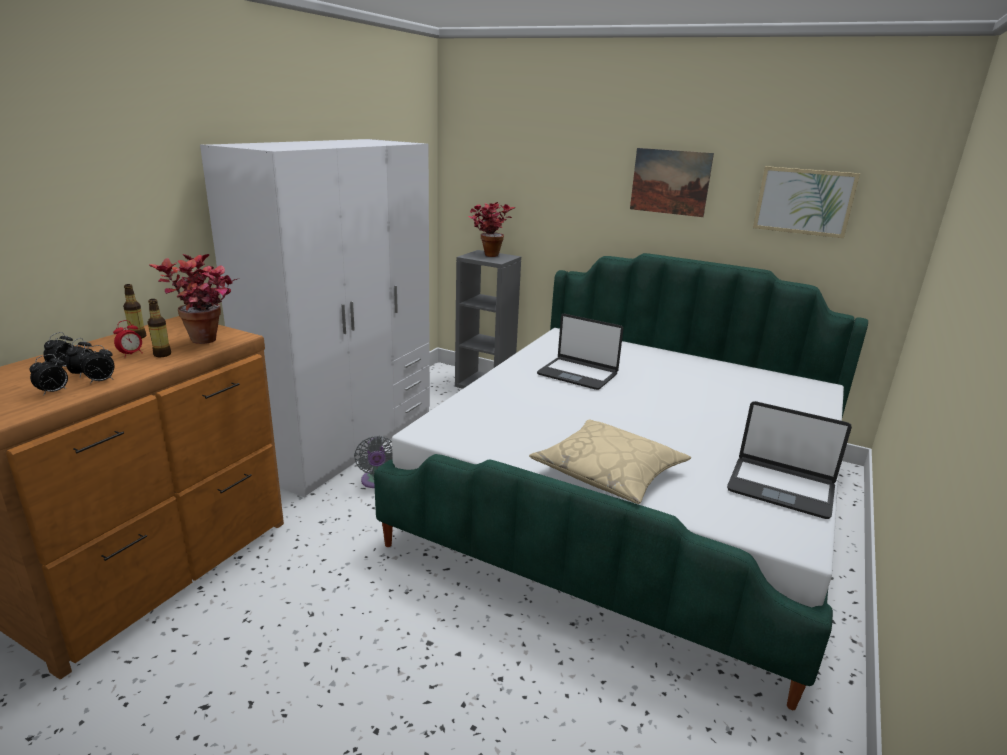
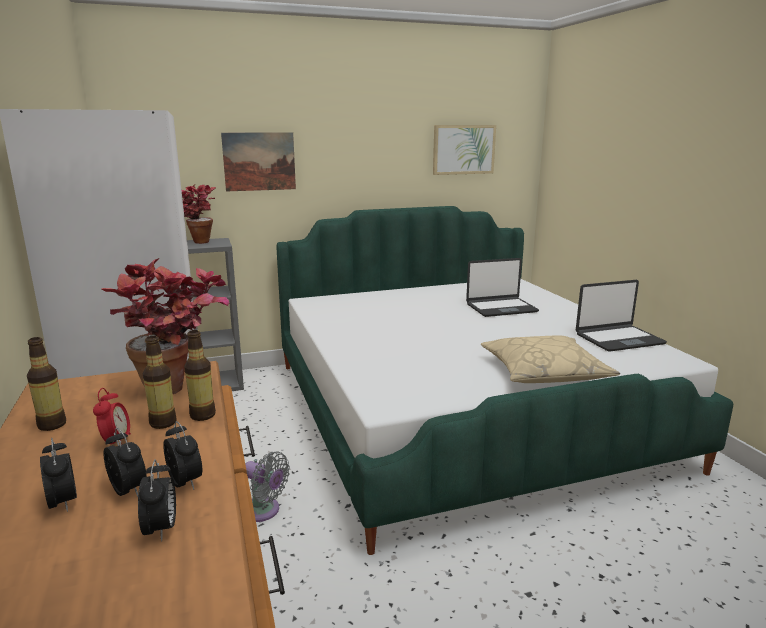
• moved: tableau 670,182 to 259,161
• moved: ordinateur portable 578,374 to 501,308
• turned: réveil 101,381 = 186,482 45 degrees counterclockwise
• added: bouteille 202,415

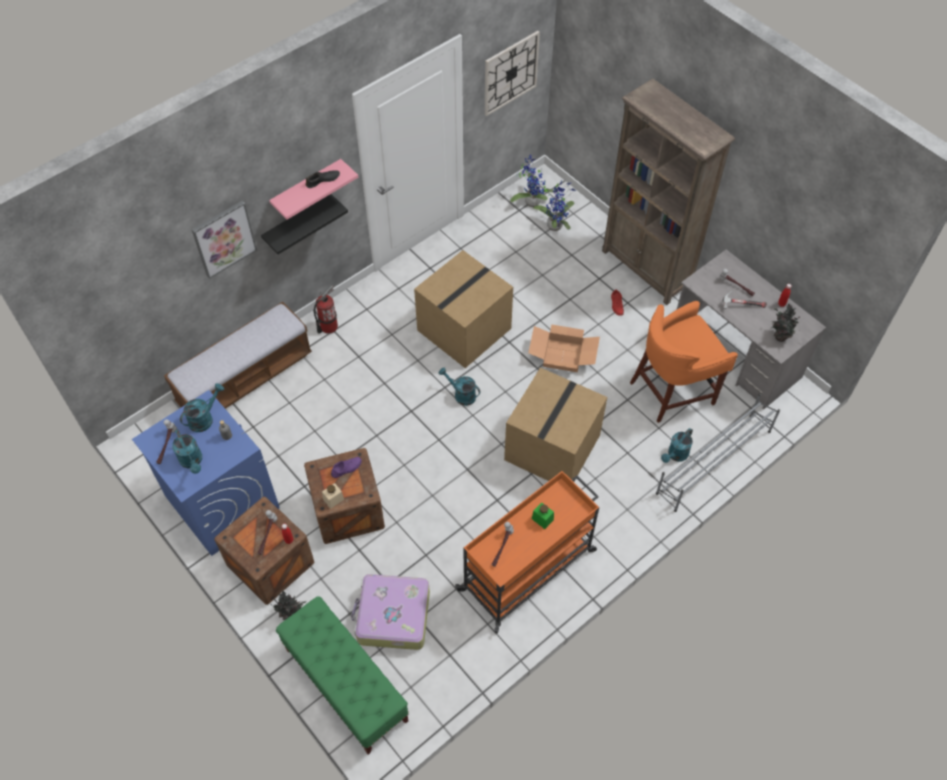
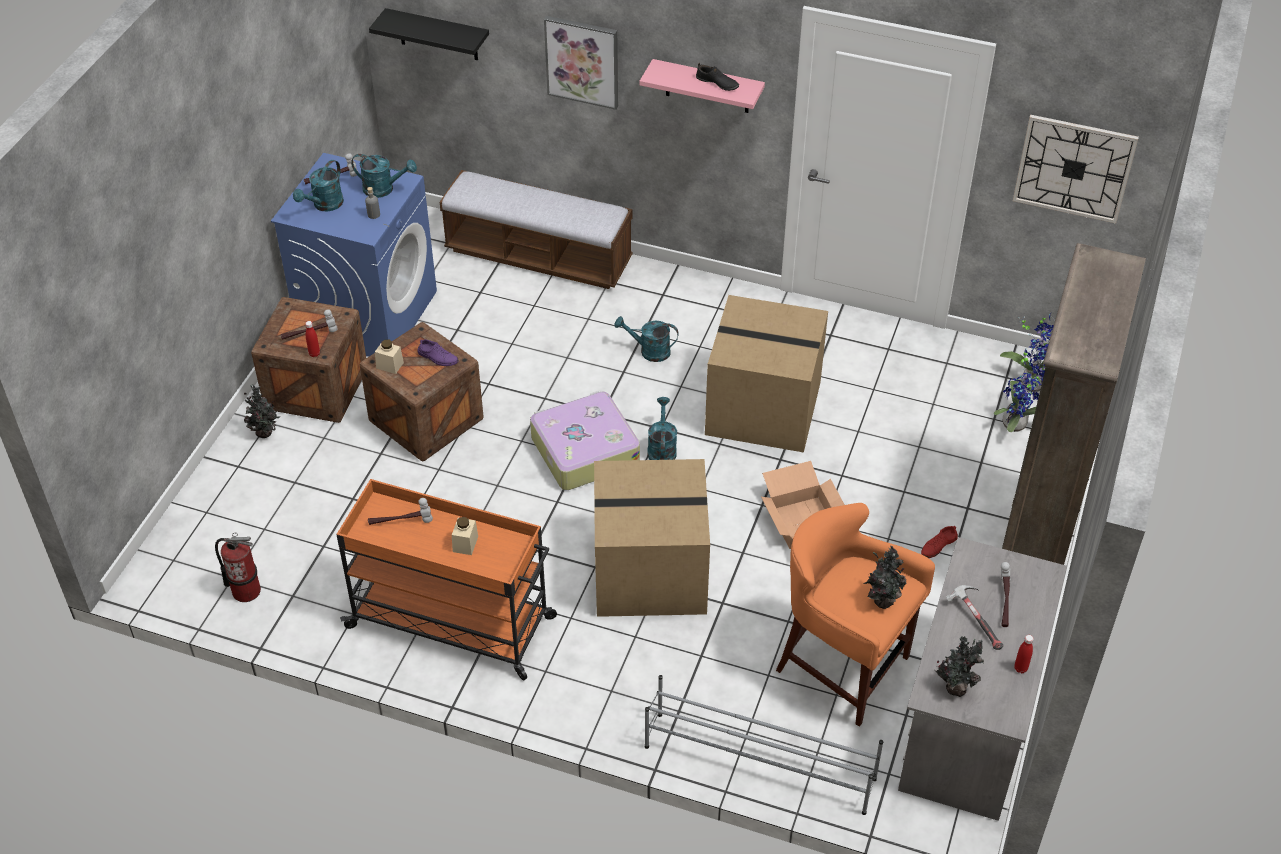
• moved: étagère (noir) 298,223 to 438,35
• moved: extincteur 328,326 to 246,590
• moved: arrosoir (turquoise) 676,455 to 649,351
• recoloured: bocal (vert) 542,519 to bocal (beige) 465,544
• moved: valise 392,617 to 583,450
• removed: banc (vert) 346,685
• added: plante en pot 881,600

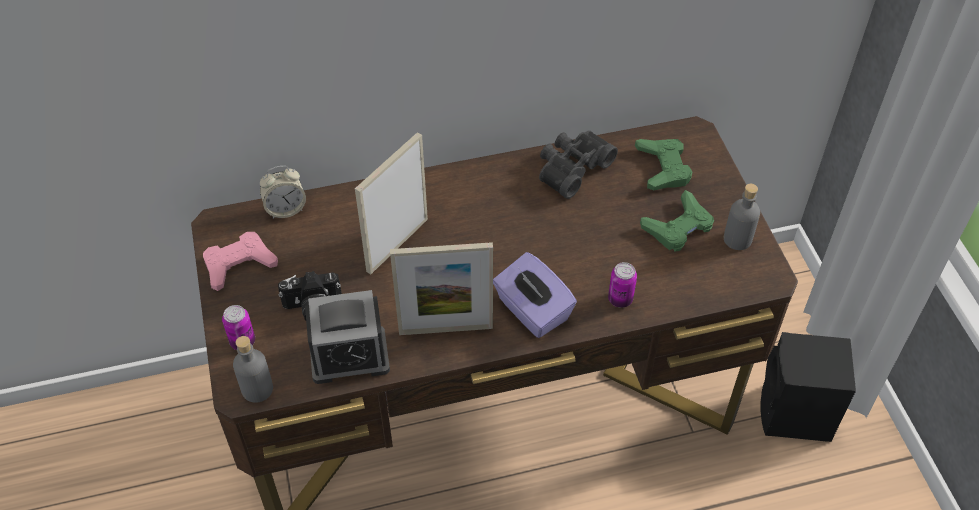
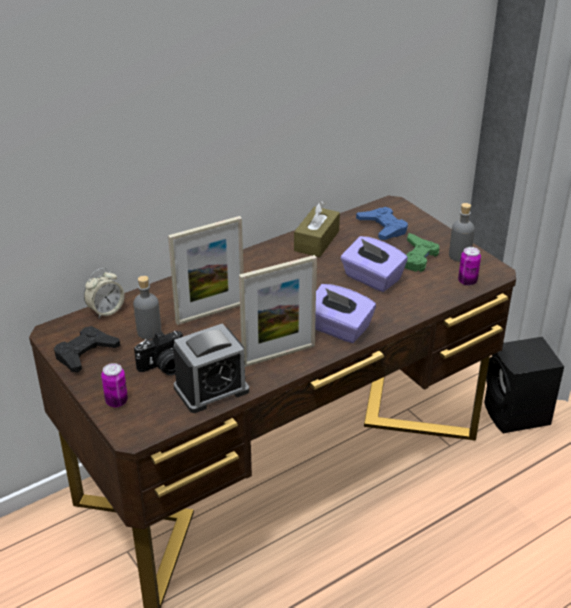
• replaced: jumelles (noir) 571,168 to boîte à mouchoirs (marron) 316,241
• turned: cadre photo 397,245 = 210,313 135 degrees counterclockwise
• recoloured: manette (vert) 663,168 to manette (bleu) 383,227
• recoloured: manette (rose) 239,264 to manette (noir) 85,353
• moved: boîte métallique 620,299 to 467,281
• moved: bouteille (gris) 257,389 to 149,332
• added: boîte à mouchoirs (violet) 372,278

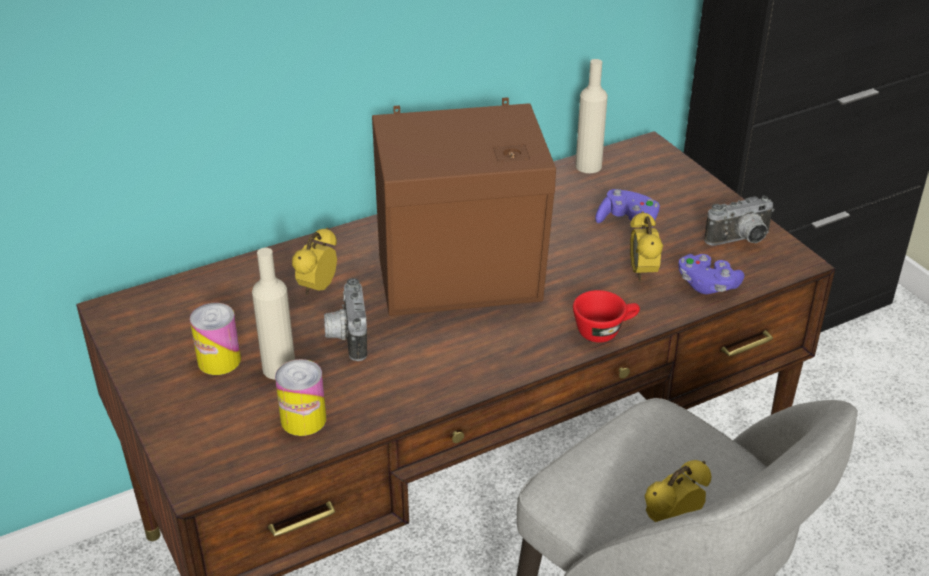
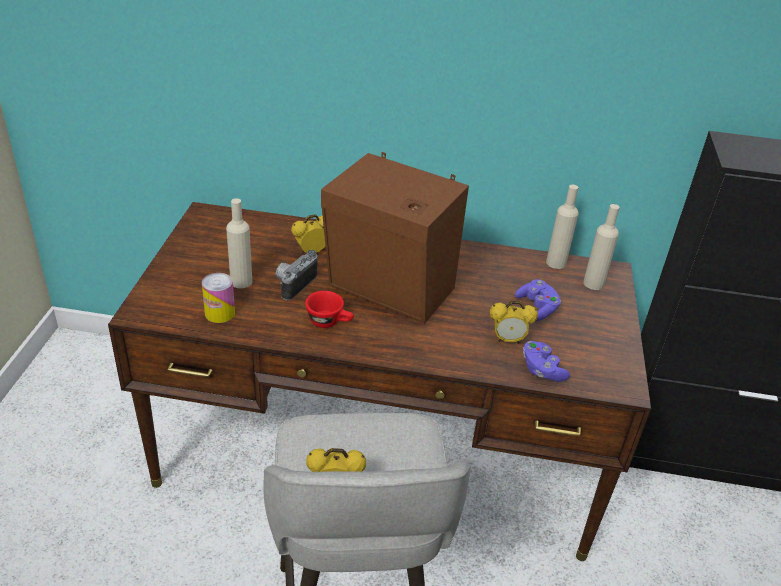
• removed: appareil photo 741,241
• turned: réveil 642,273 = 508,340 120 degrees counterclockwise
• moved: tasse (rouge) 604,330 to 329,322
• removed: boîte métallique 219,360
• added: bouteille (beige) 593,283

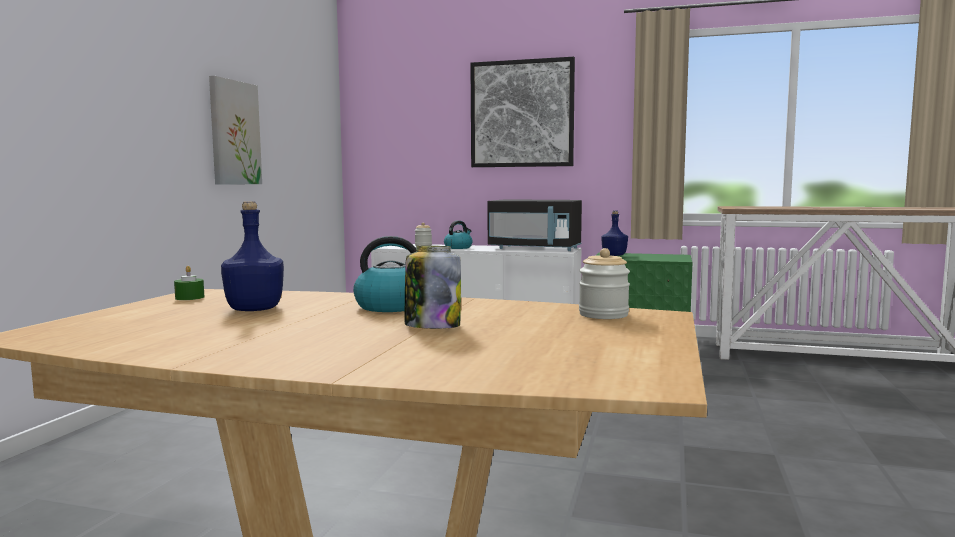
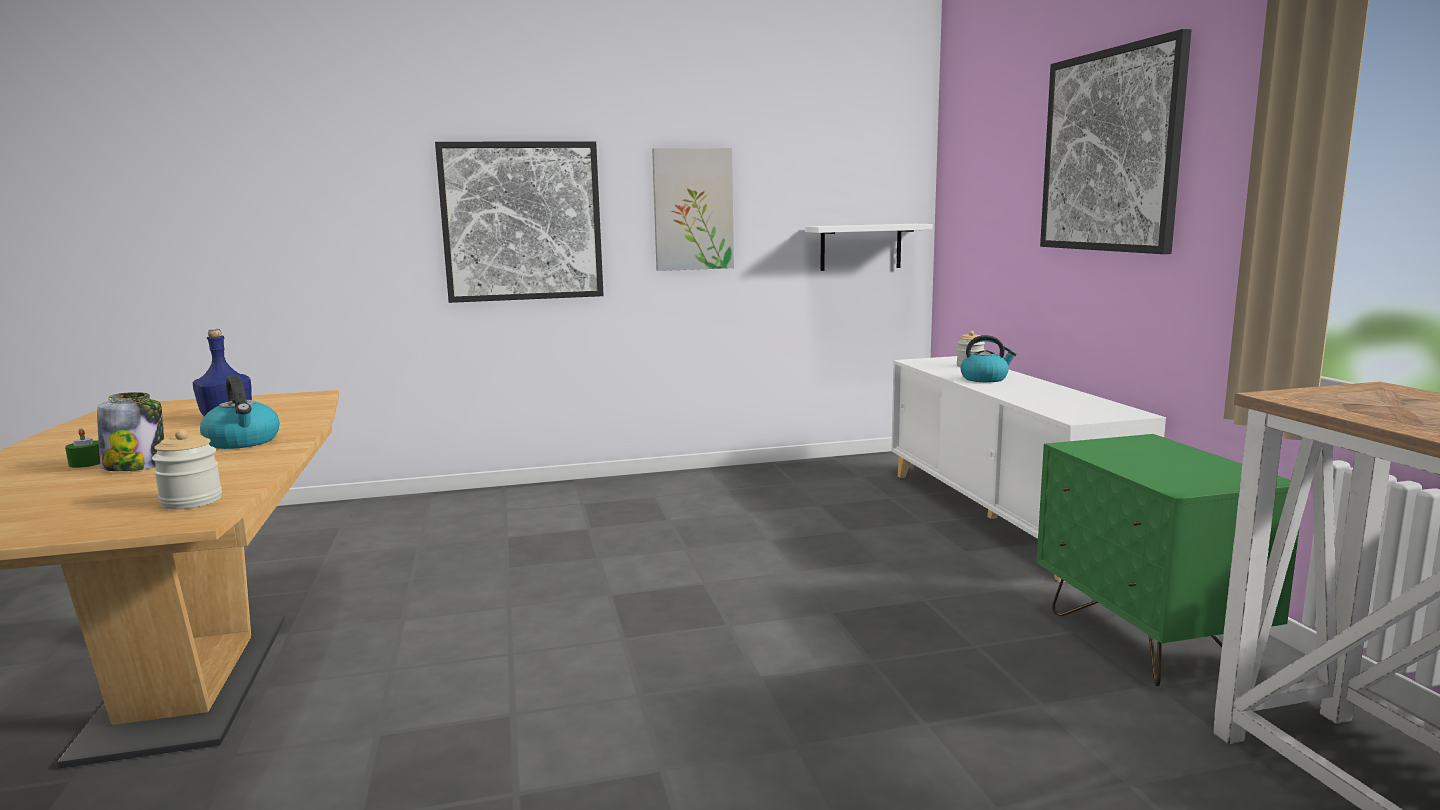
• removed: micro-ondes (noir) 535,249
• removed: bouteille (bleu) 614,255
• moved: bougie (vert) 189,297 to 87,463
• added: tableau 522,221
• added: étagère (blanc) 860,247

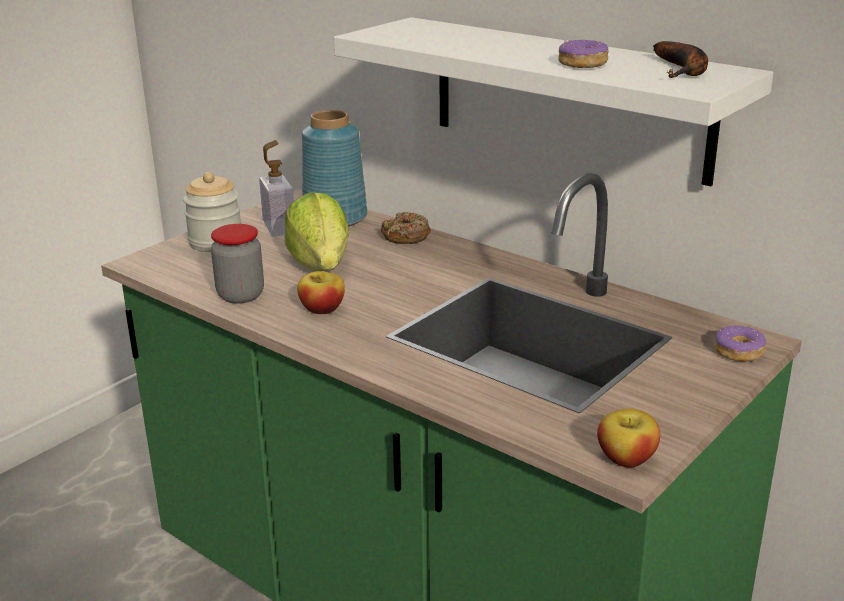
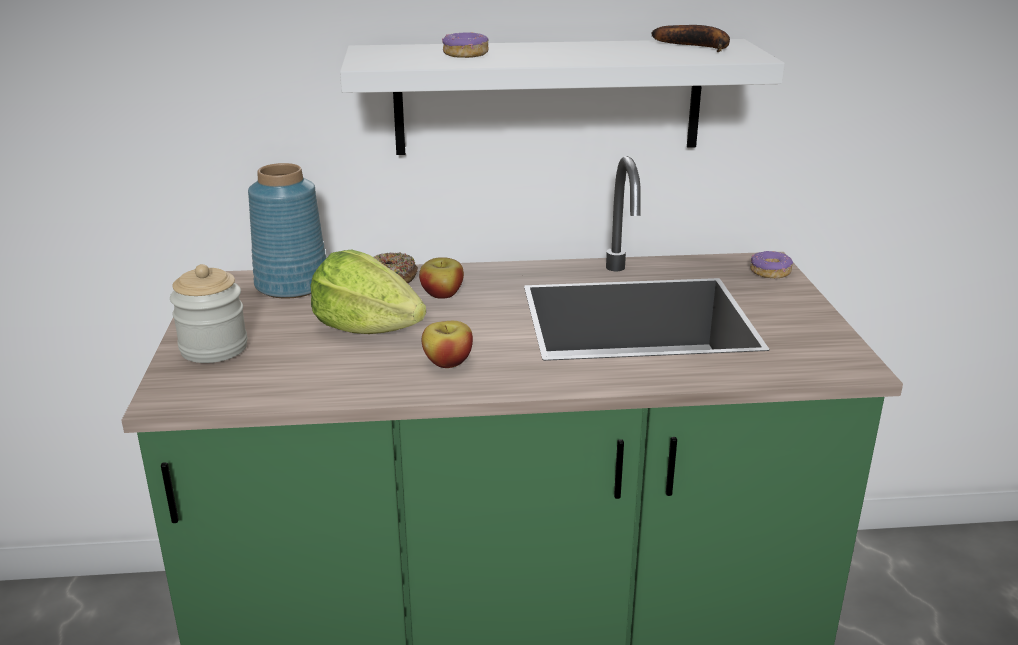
• moved: beignet 582,64 to 465,54
• removed: distributeur de savon 279,227
• removed: bocal 241,295
• moved: pomme 626,458 to 442,294

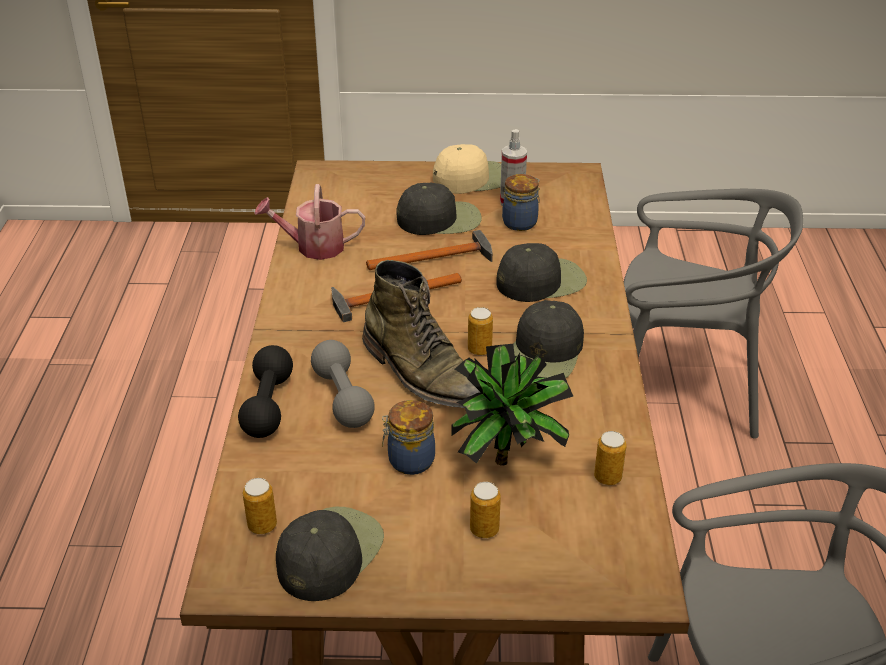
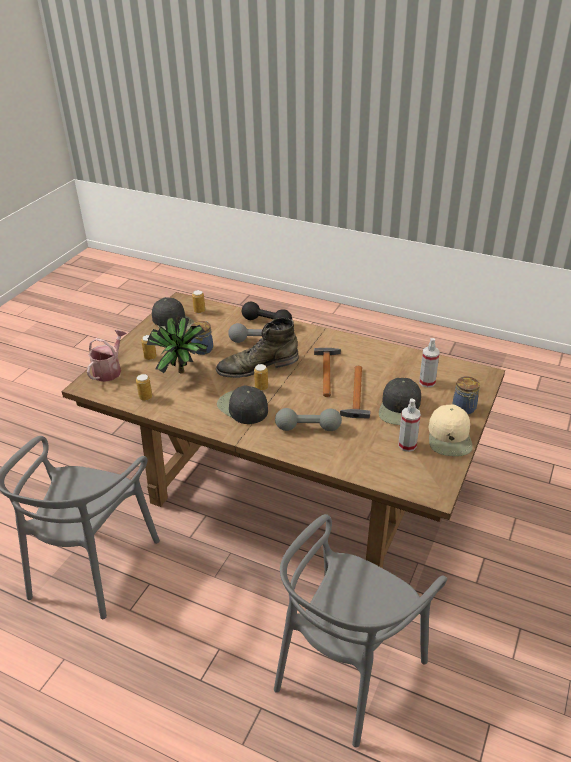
• moved: bocal 521,222 to 464,409
• moved: arrosoir 313,247 to 109,370
• replaced: casquette (noir) 541,280 to haltère (gris) 308,428
• added: vaporisateur 427,382

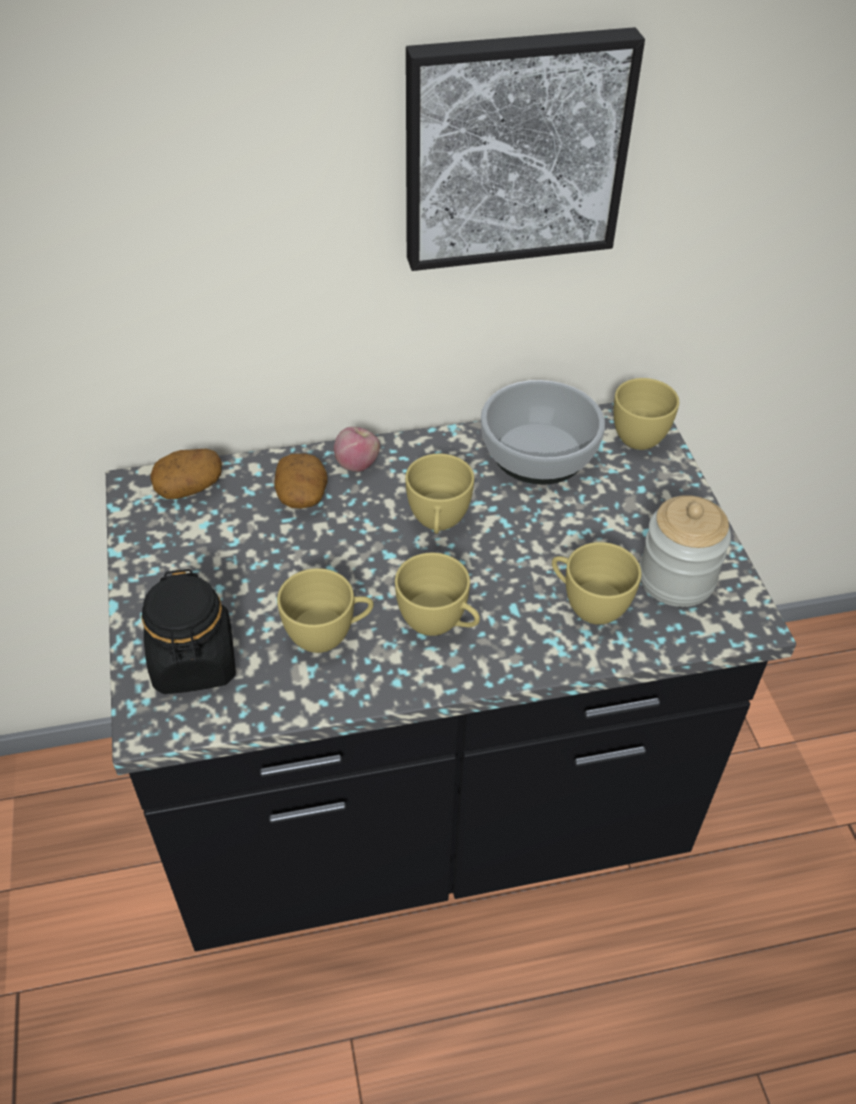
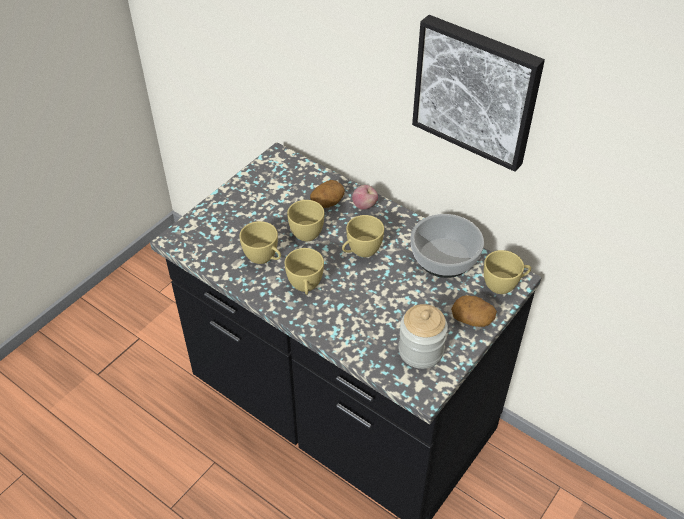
• moved: pomme de terre 189,486 to 472,318
• moved: tasse (jaune) 587,605 to 306,231
• removed: bocal (noir) 194,662

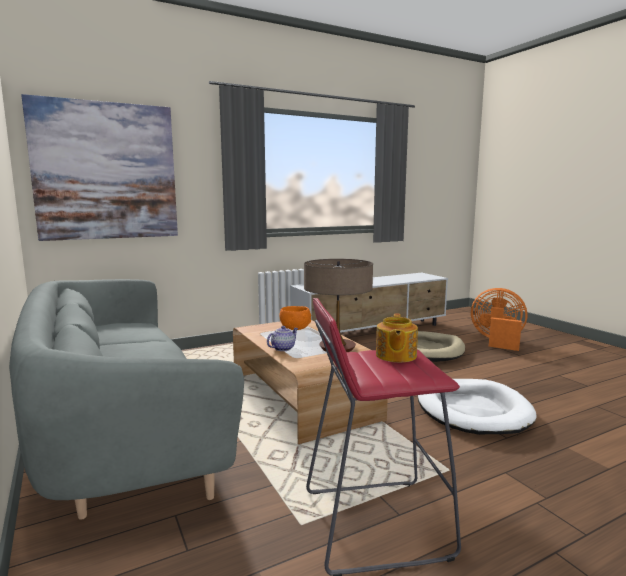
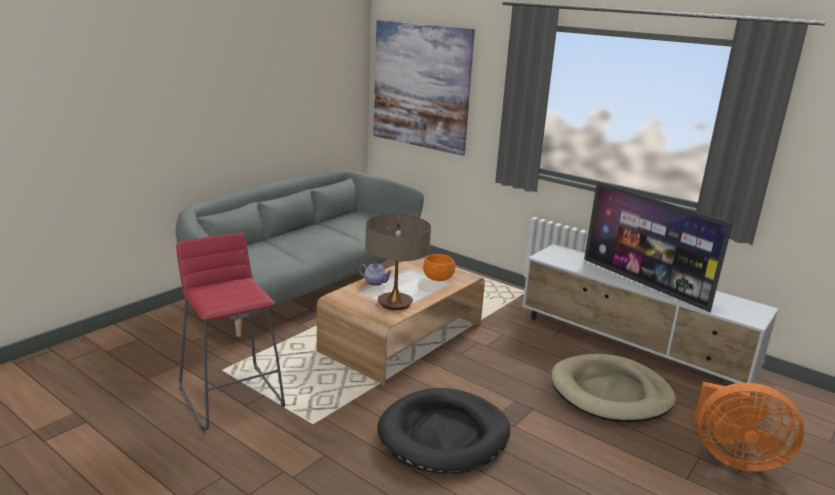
• turned: ventilateur (orange) 497,341 = 733,457 105 degrees clockwise
• removed: théière 395,356
• recoloured: panier pour chien (blanc) 472,410 to panier pour chien (noir) 444,435
• added: téléviseur 644,284

